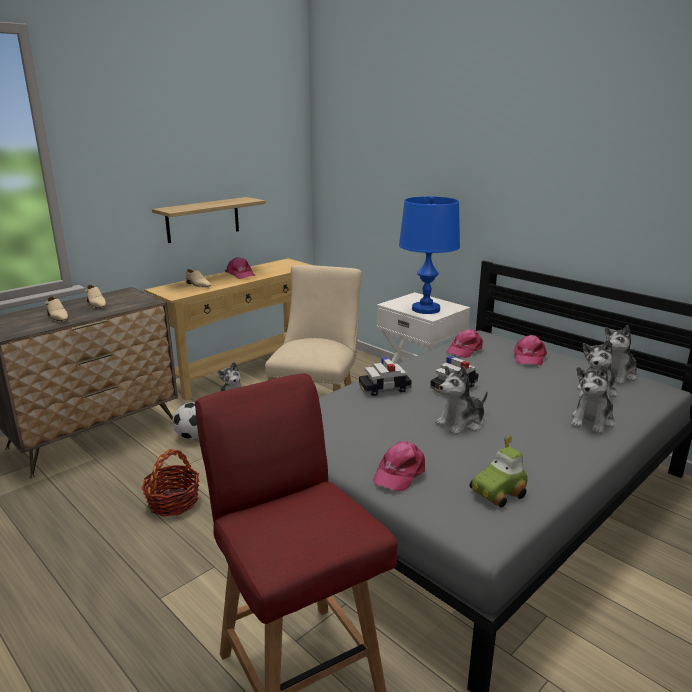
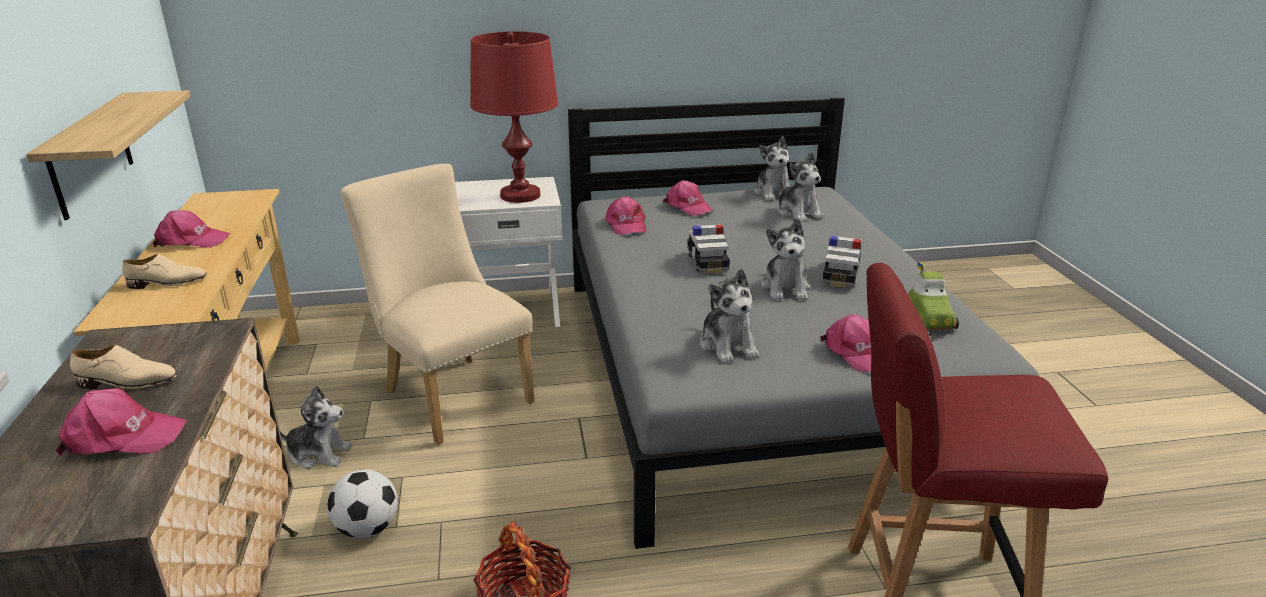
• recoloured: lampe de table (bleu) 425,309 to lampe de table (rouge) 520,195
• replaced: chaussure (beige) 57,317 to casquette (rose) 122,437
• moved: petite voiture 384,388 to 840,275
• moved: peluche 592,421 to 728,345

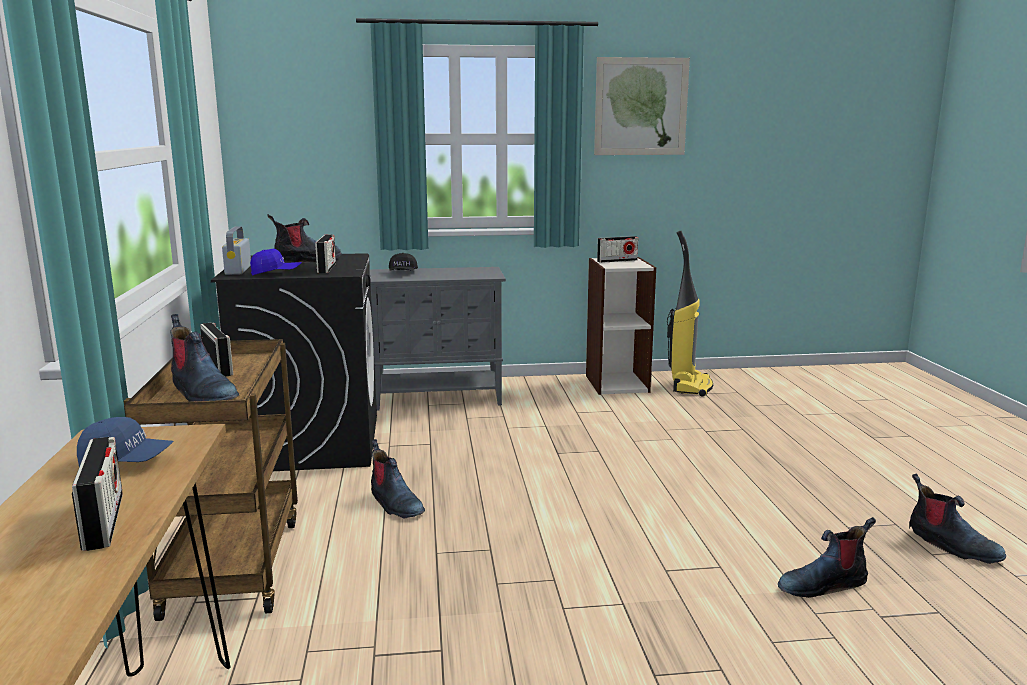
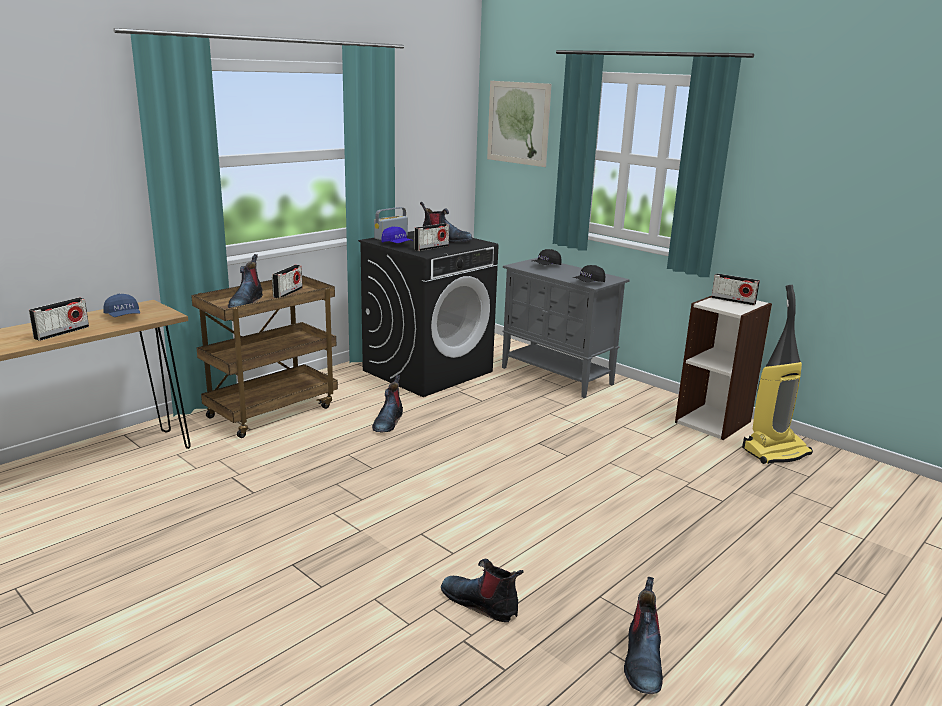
• moved: tableau 641,106 to 518,123
• added: casquette (noir) 588,283

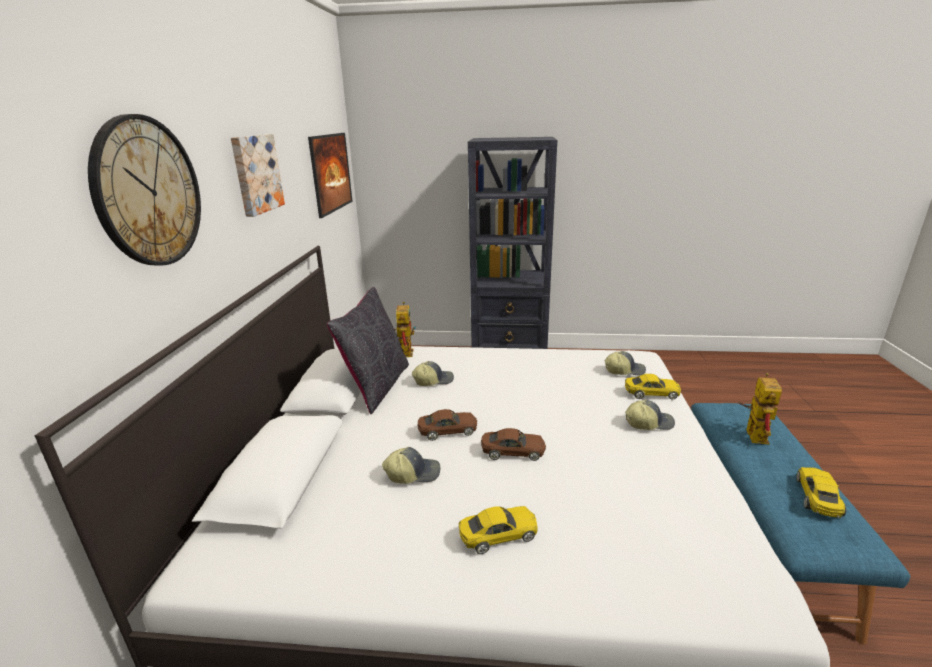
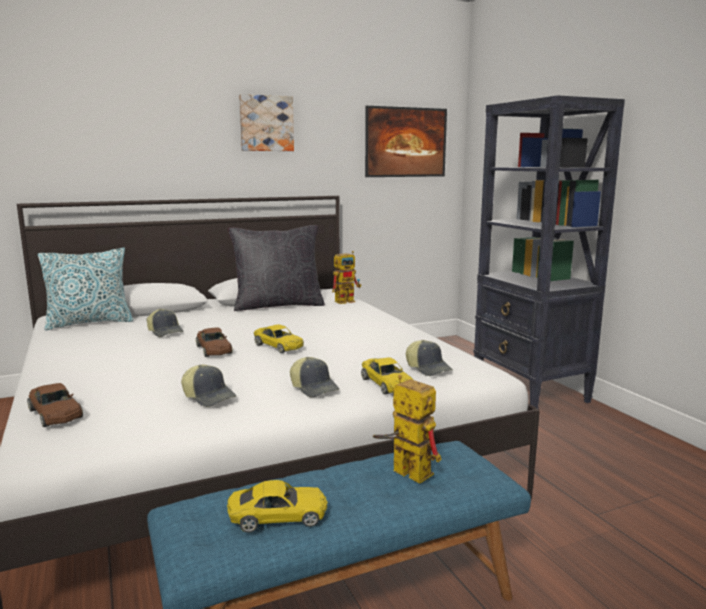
• removed: horloge murale 148,192
• moved: casquette 433,380 to 209,397
• turned: robot jouet 752,433 = 403,471 120 degrees counterclockwise
• moved: petite voiture (marron) 448,430 to 55,413
• moved: petite voiture (jaune) 498,534 to 278,346
• added: coussin 90,323

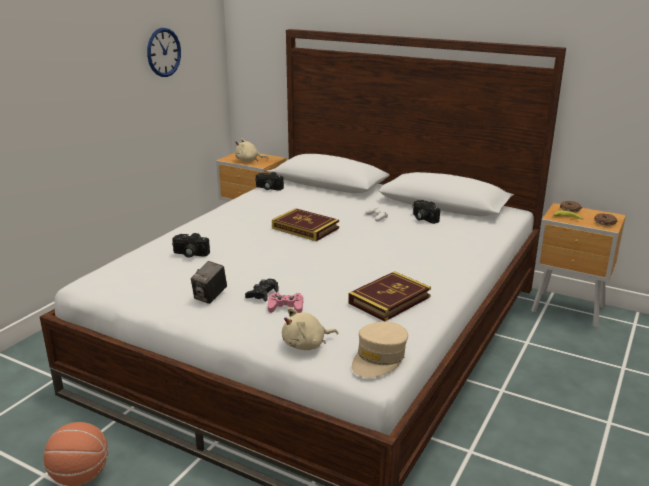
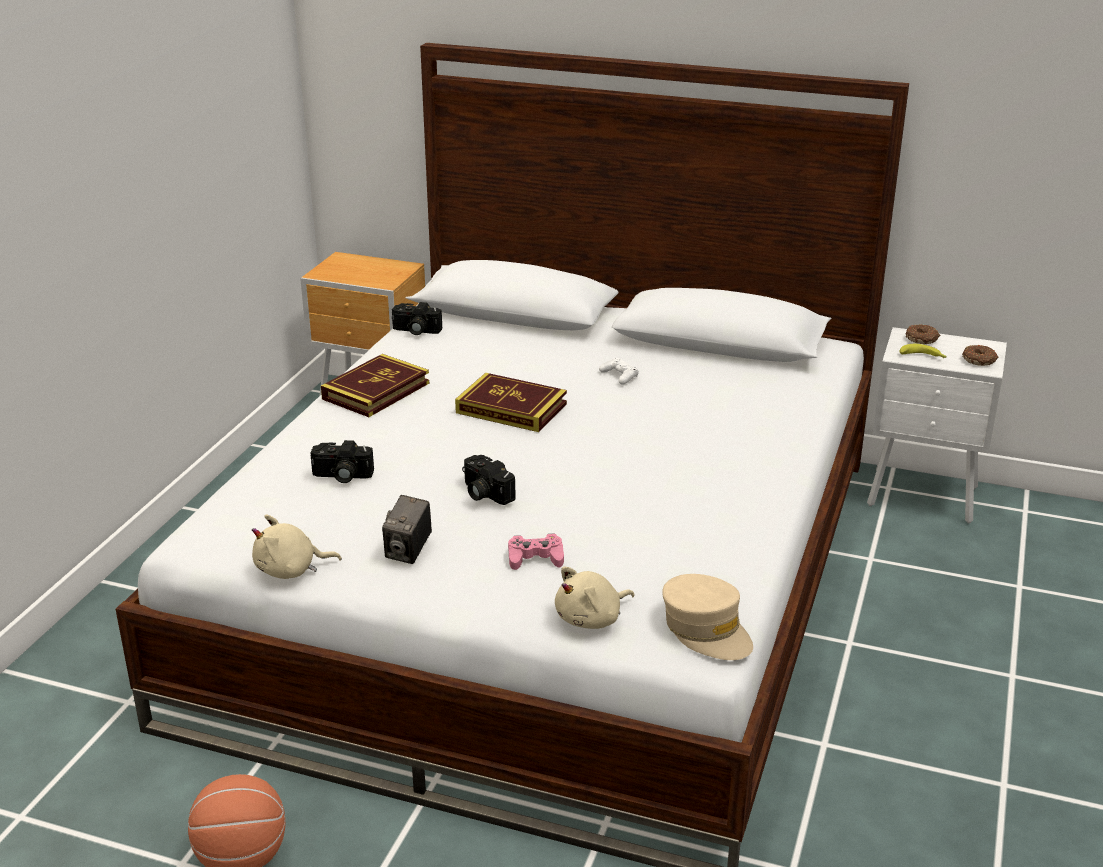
• removed: horloge murale 163,52
• moved: peluche (beige) 248,161 to 291,570
• moved: appareil photo 423,218 to 484,493
• recoloured: table de chevet (marron) 569,311 to table de chevet (blanc) 925,498
• moved: livre 389,300 to 376,391
• removed: manette (noir) 262,294
• turned: casquette (beige) 379,358 = 706,630 60 degrees counterclockwise

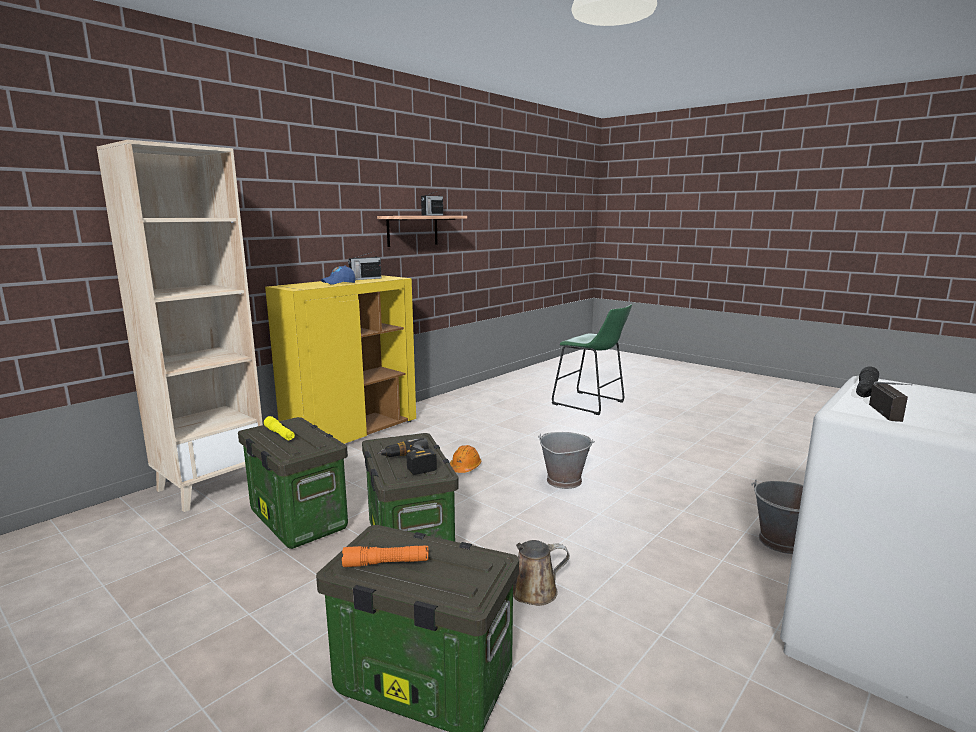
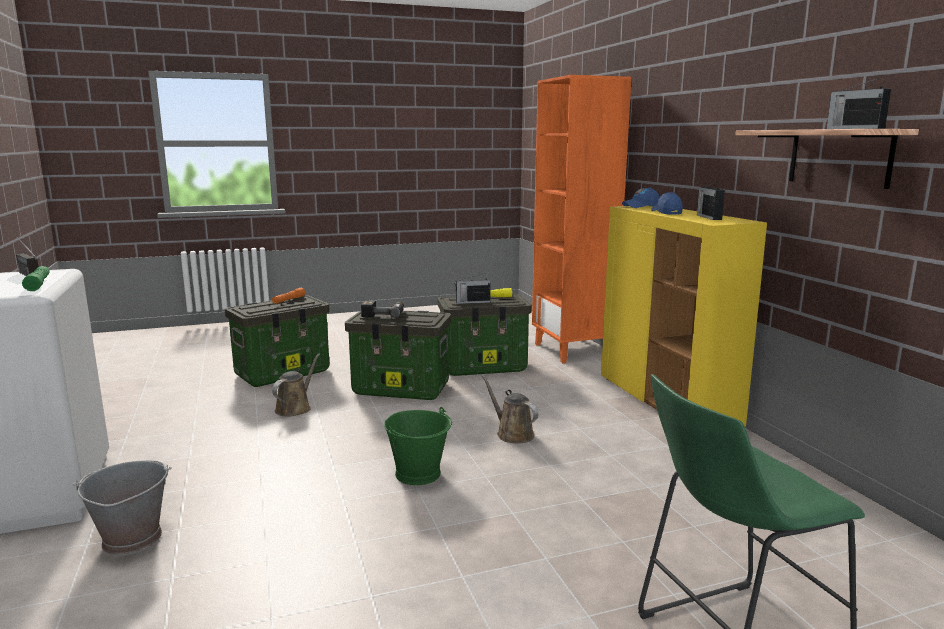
• recoloured: bibliothèque (beige) 212,486 to bibliothèque (orange) 572,350
• recoloured: lampe de poche (noir) 865,390 to lampe de poche (vert) 38,284
• recoloured: seau (gris) 563,480 to seau (vert) 418,474
• replaced: casque de chantier (orange) 465,467 to arrosoir (marron) 512,434
• added: casquette (bleu) 641,207
• added: radio 472,302

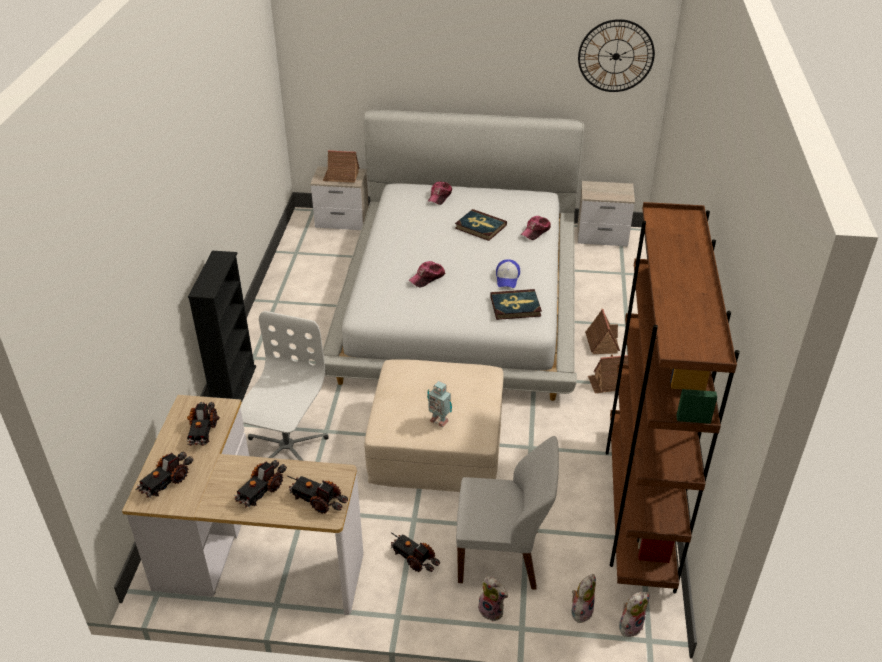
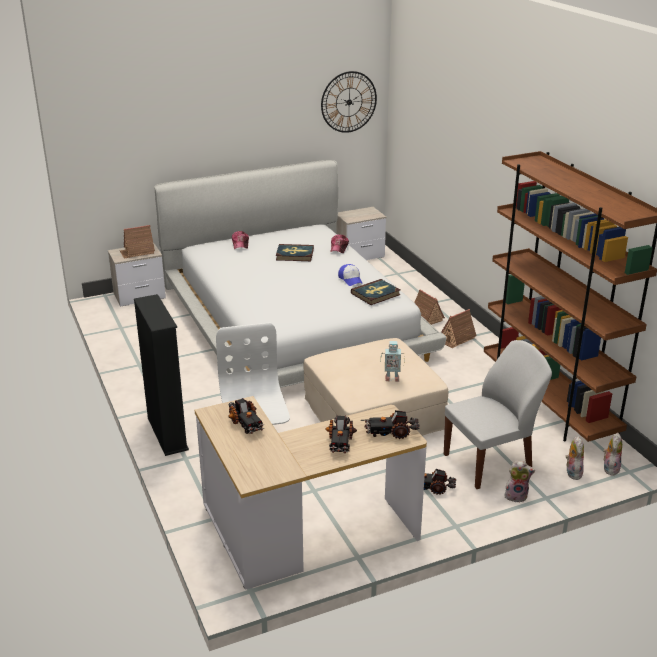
• removed: casquette 427,278
• removed: camion jouet 166,481

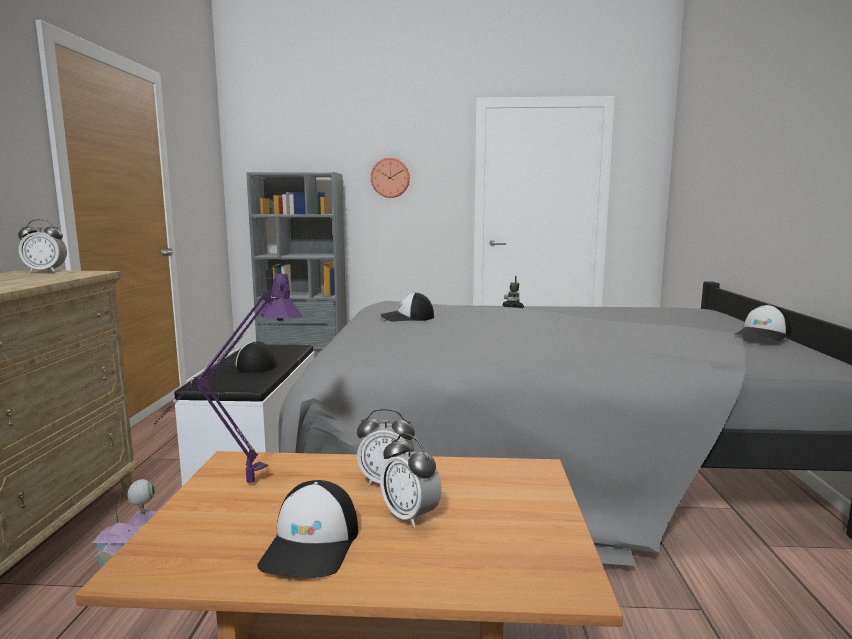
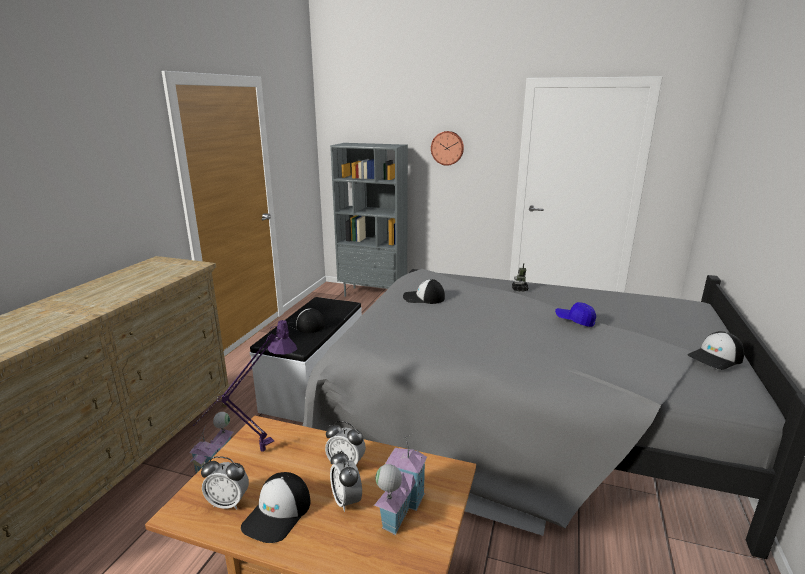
• moved: réveil 45,271 to 228,502
• added: casquette (bleu) 574,321
• added: maison miniature 399,507

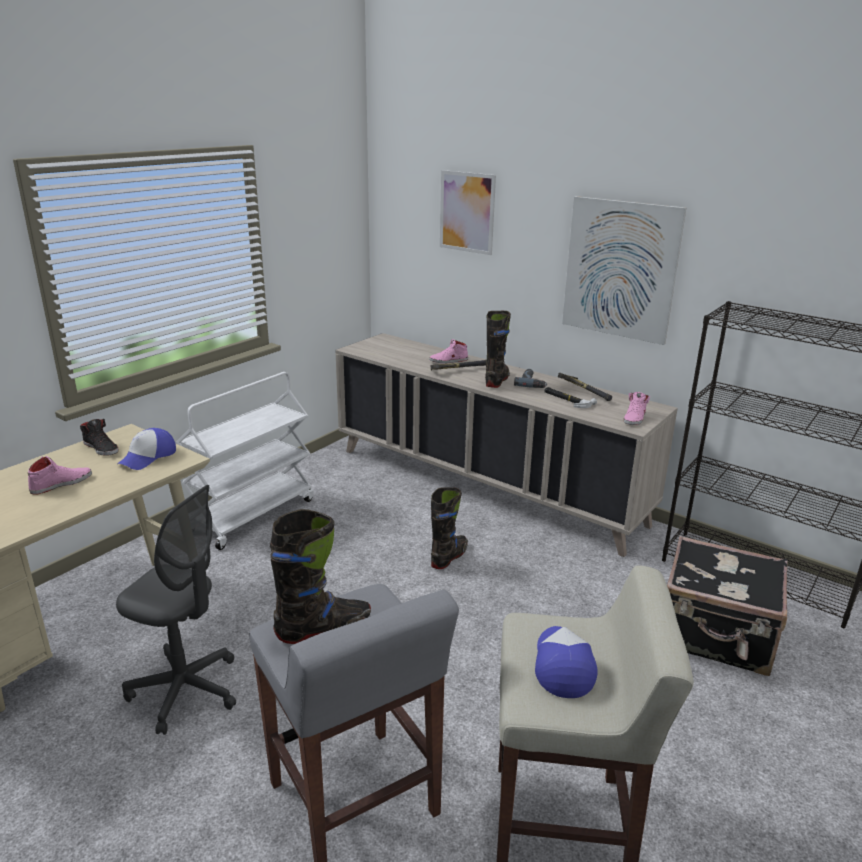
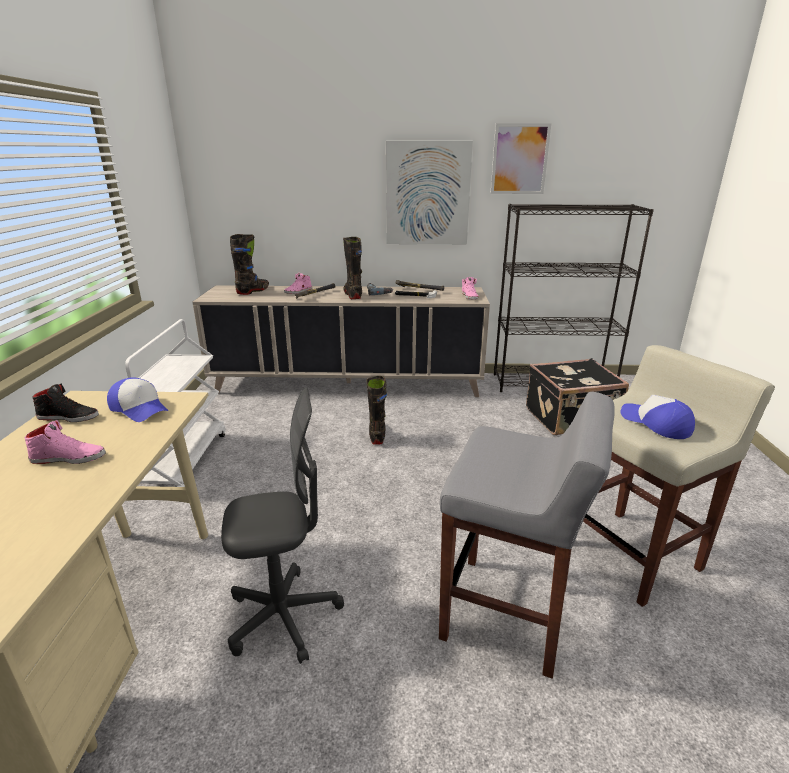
• moved: tableau 467,212 to 519,159
• turned: casquette 148,457 = 140,408 45 degrees counterclockwise
• turned: chaussure (rose) 61,483 = 69,457 75 degrees clockwise
• moved: botte (noir) 324,629 to 253,291

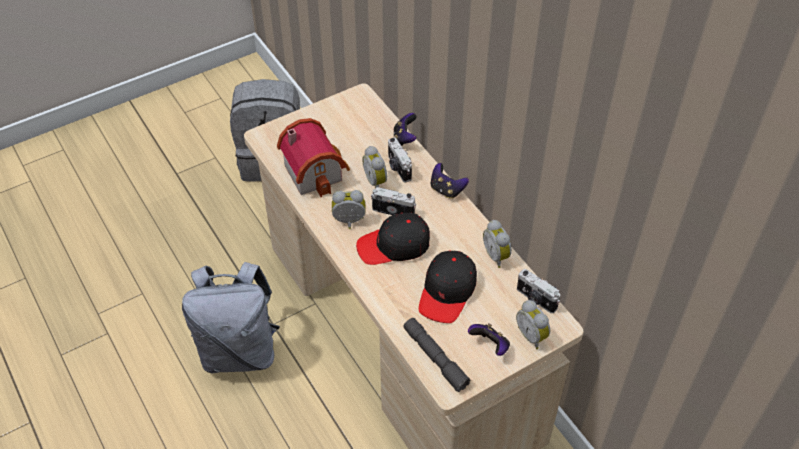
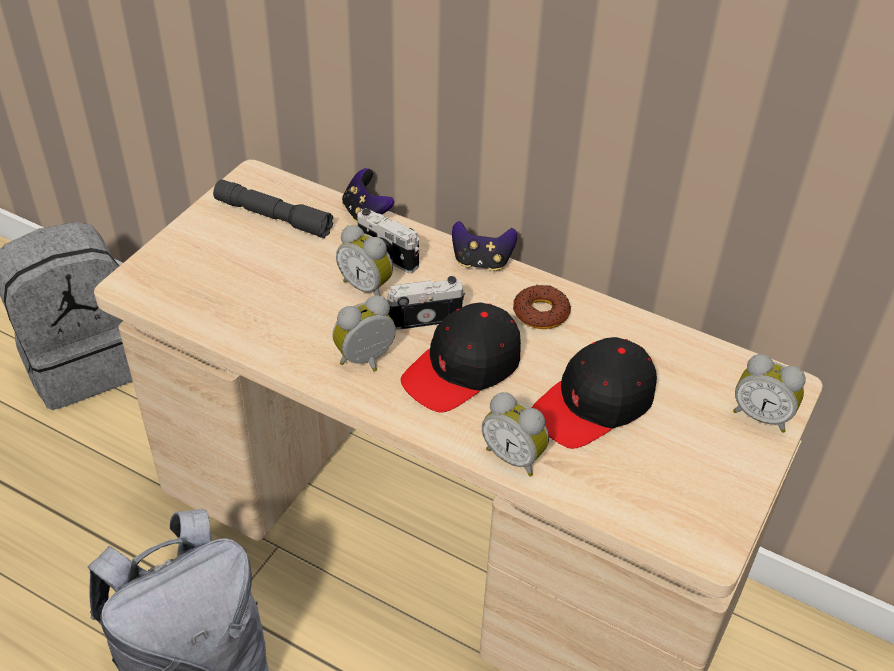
• removed: maison miniature 316,170
• moved: réveil 497,256 to 514,456
• turned: casquette (noir) 447,292 = 594,404 60 degrees clockwise
• removed: appareil photo 535,299
• moved: lampe de poche (gris) 435,358 to 273,217
• removed: manette 490,346
• added: beignet 541,312

